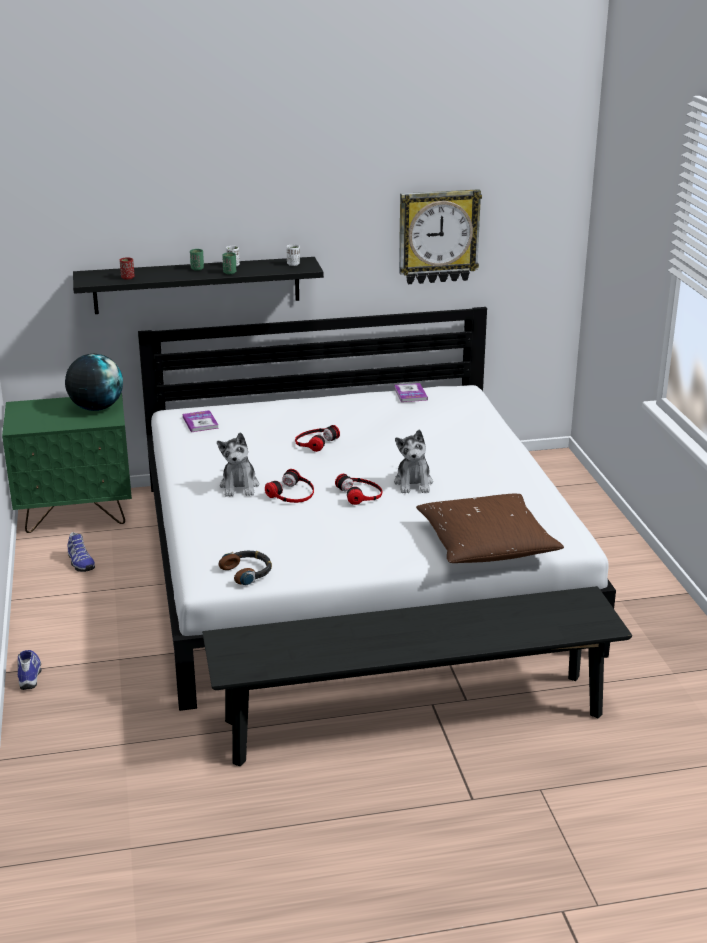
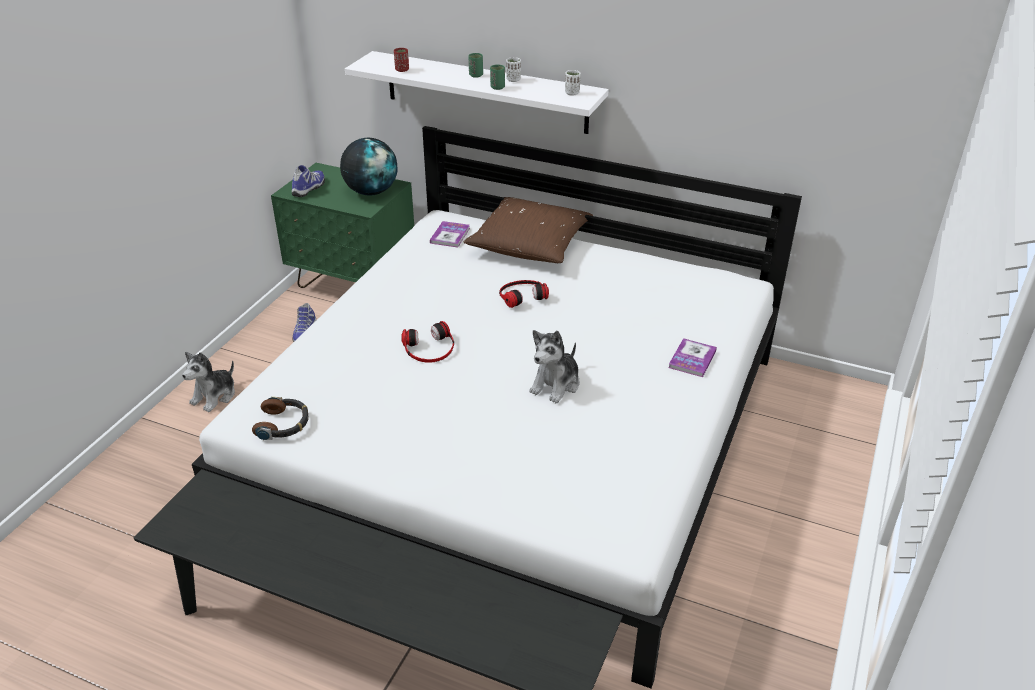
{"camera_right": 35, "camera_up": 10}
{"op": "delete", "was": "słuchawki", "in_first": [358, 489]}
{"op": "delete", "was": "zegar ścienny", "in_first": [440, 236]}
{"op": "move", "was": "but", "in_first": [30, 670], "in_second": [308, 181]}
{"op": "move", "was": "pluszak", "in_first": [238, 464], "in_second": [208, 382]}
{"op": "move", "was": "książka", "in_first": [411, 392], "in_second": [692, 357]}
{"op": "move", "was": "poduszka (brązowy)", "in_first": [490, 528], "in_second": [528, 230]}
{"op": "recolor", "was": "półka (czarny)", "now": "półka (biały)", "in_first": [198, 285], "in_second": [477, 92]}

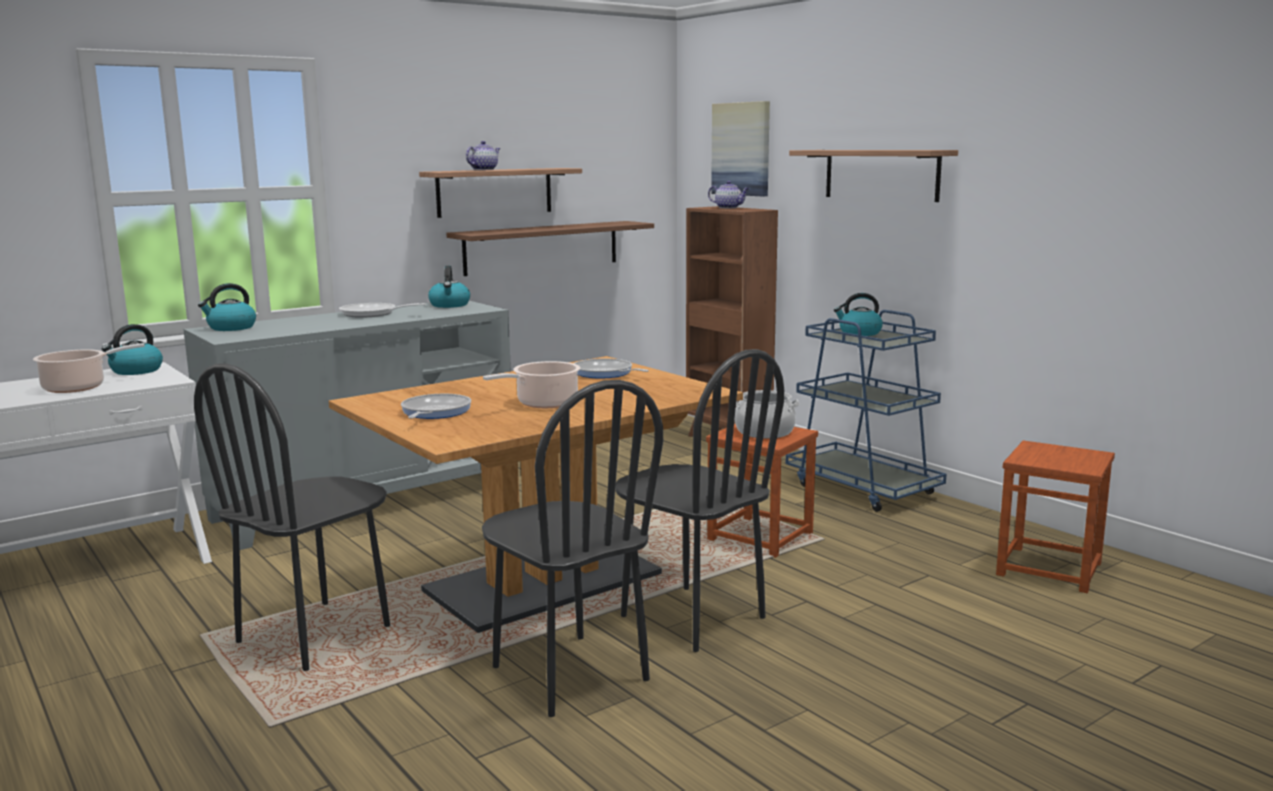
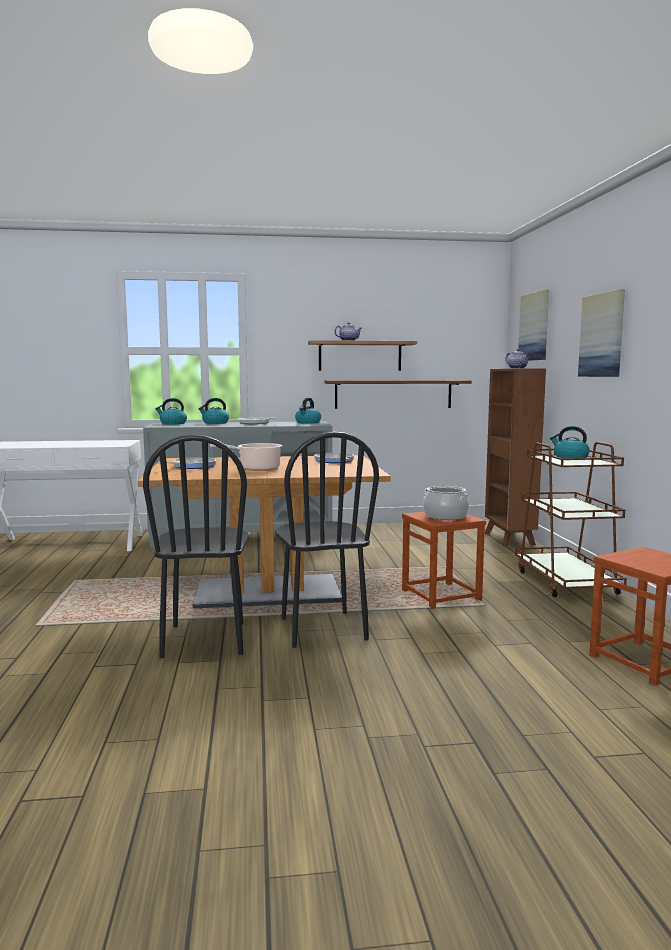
{"camera_right": 30, "camera_up": -5}
{"op": "delete", "was": "garnek", "in_first": [89, 368]}
{"op": "delete", "was": "krzesło (czarny)", "in_first": [292, 517]}
{"op": "move", "was": "czajnik", "in_first": [132, 349], "in_second": [213, 411]}
{"op": "replace", "was": "półka", "now": "obraz", "in_first": [873, 176], "in_second": [601, 333]}
{"op": "recolor", "was": "wózek (niebieski)", "now": "wózek (brązowy)", "in_first": [866, 411], "in_second": [571, 519]}

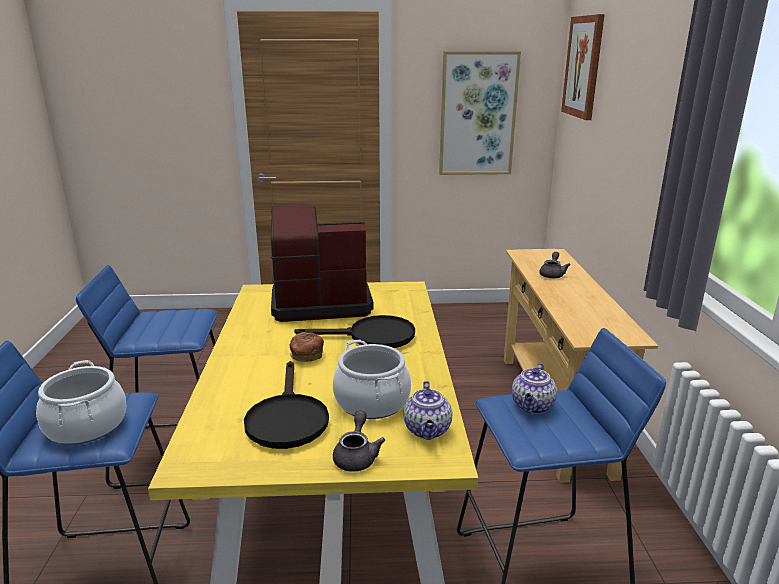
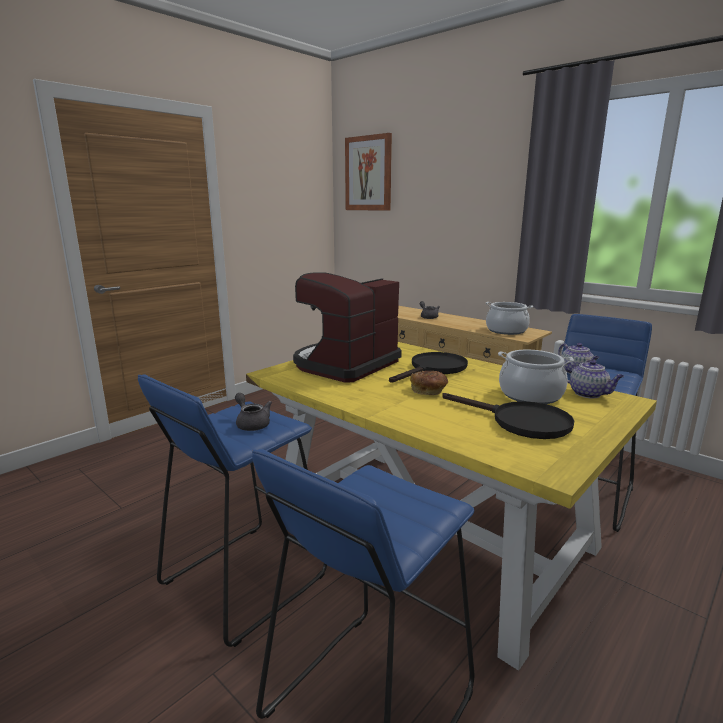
{"camera_right": -45, "camera_up": -5}
{"op": "delete", "was": "obraz", "in_first": [480, 113]}
{"op": "move", "was": "garnek", "in_first": [81, 402], "in_second": [509, 318]}
{"op": "move", "was": "imbryk (szary)", "in_first": [359, 441], "in_second": [253, 412]}

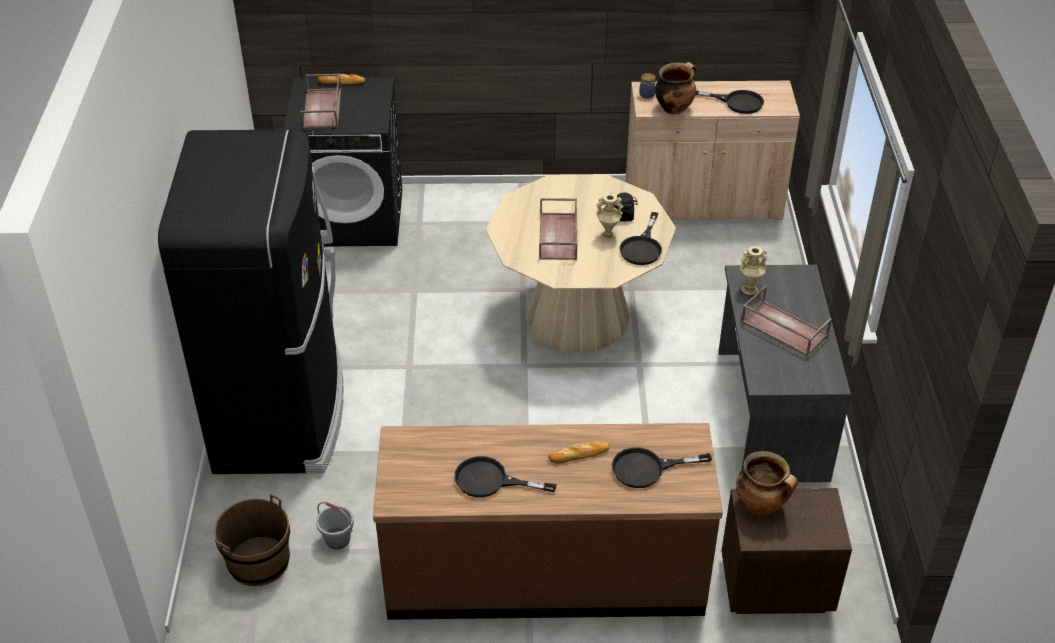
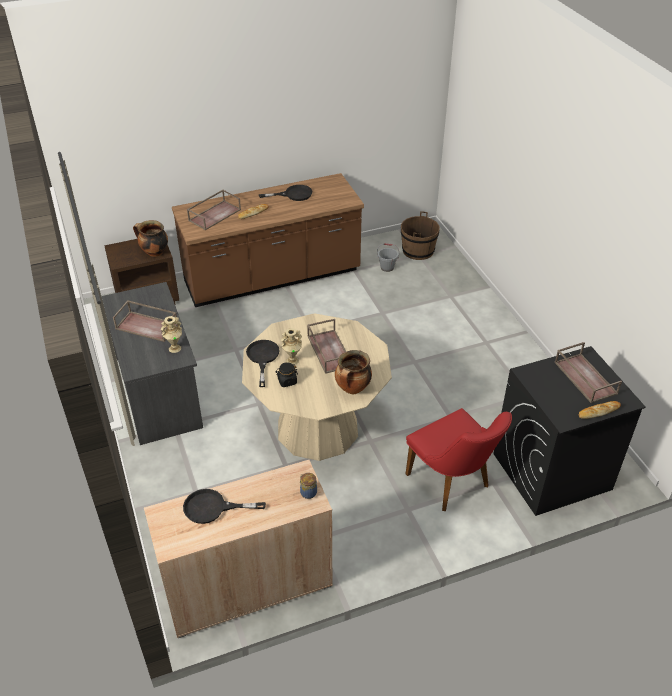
{"camera_right": 160, "camera_up": 0}
{"op": "delete", "was": "lodówka (czarny)", "in_first": [251, 301]}
{"op": "insert", "now": "krzesło (czerwony)", "in_second": [459, 459]}
{"op": "move", "was": "garnek", "in_first": [675, 88], "in_second": [353, 372]}
{"op": "replace", "was": "patelnia (czarny)", "now": "taca (brązowy)", "in_first": [662, 467], "in_second": [214, 210]}

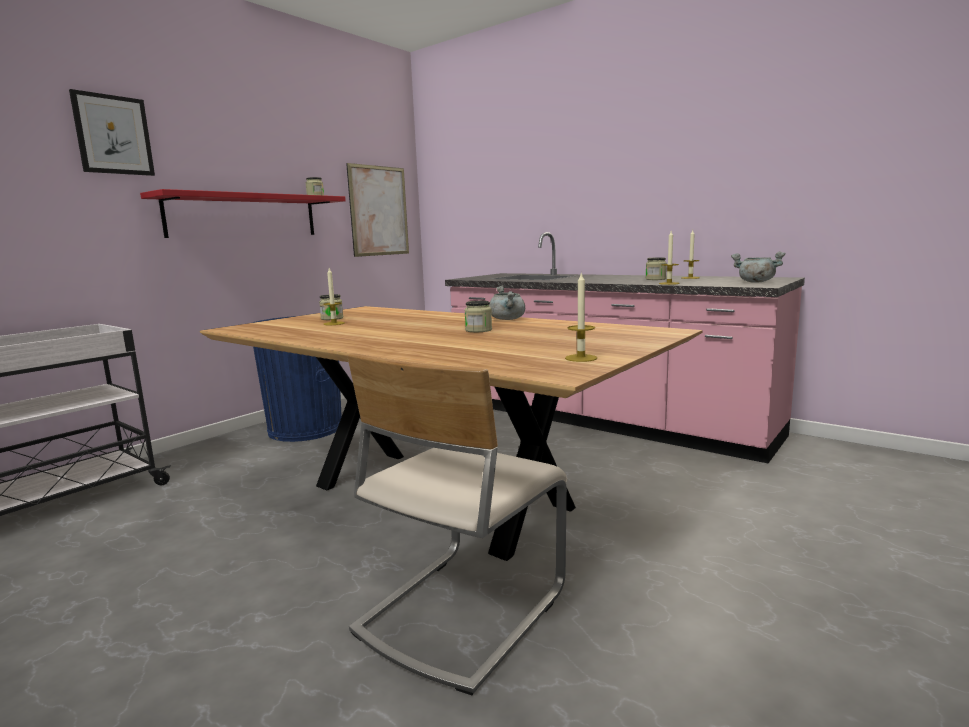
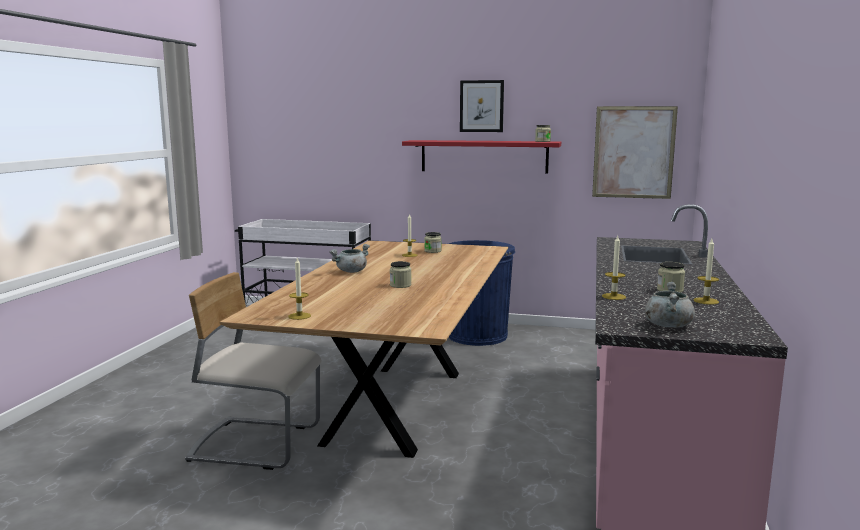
{"camera_right": 65, "camera_up": 0}
{"op": "move", "was": "obraz", "in_first": [112, 132], "in_second": [482, 106]}
{"op": "move", "was": "garnek (szary)", "in_first": [507, 303], "in_second": [349, 258]}

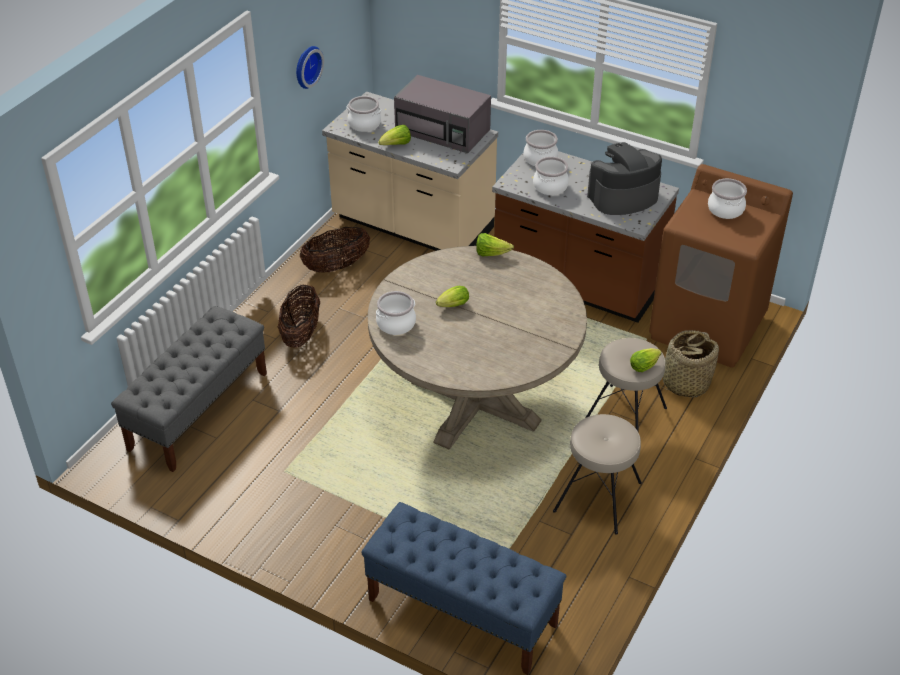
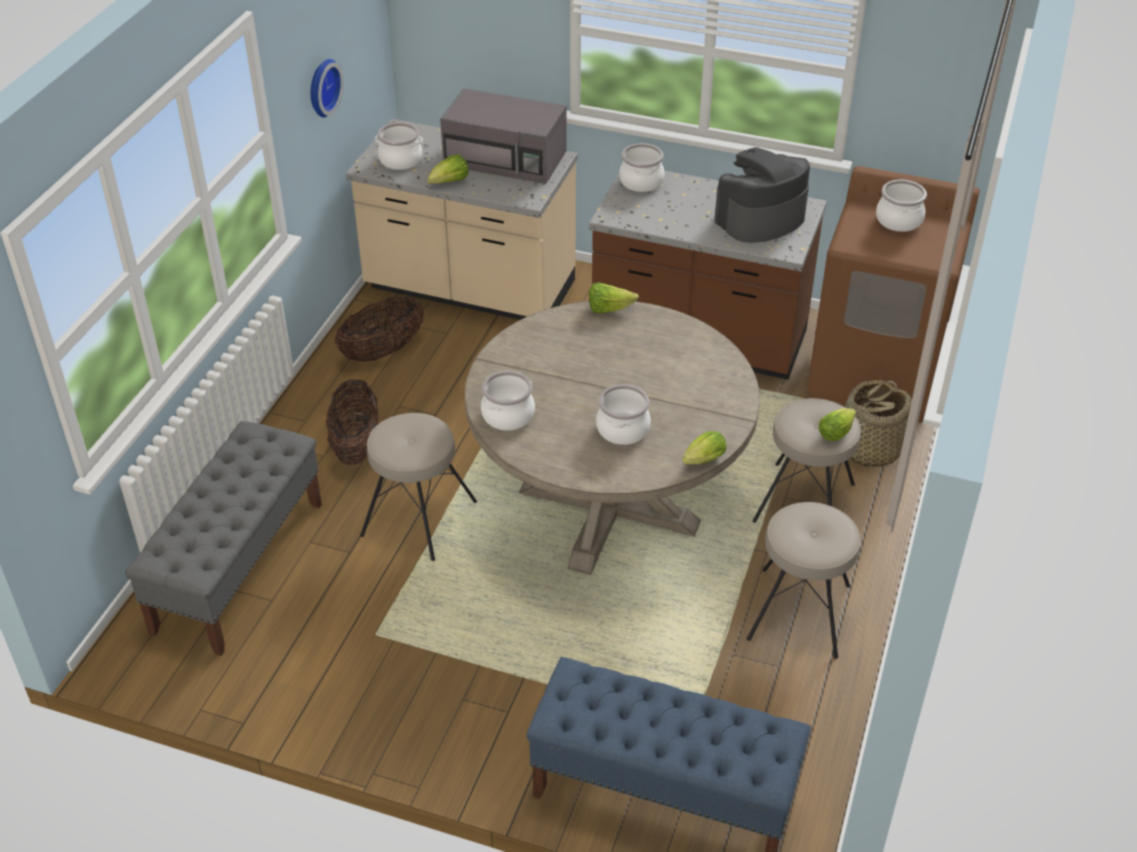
{"camera_right": -10, "camera_up": 0}
{"op": "insert", "now": "stołek (beżowy)", "in_second": [418, 487]}
{"op": "move", "was": "sałata", "in_first": [452, 296], "in_second": [704, 448]}
{"op": "move", "was": "garnek", "in_first": [551, 176], "in_second": [623, 414]}

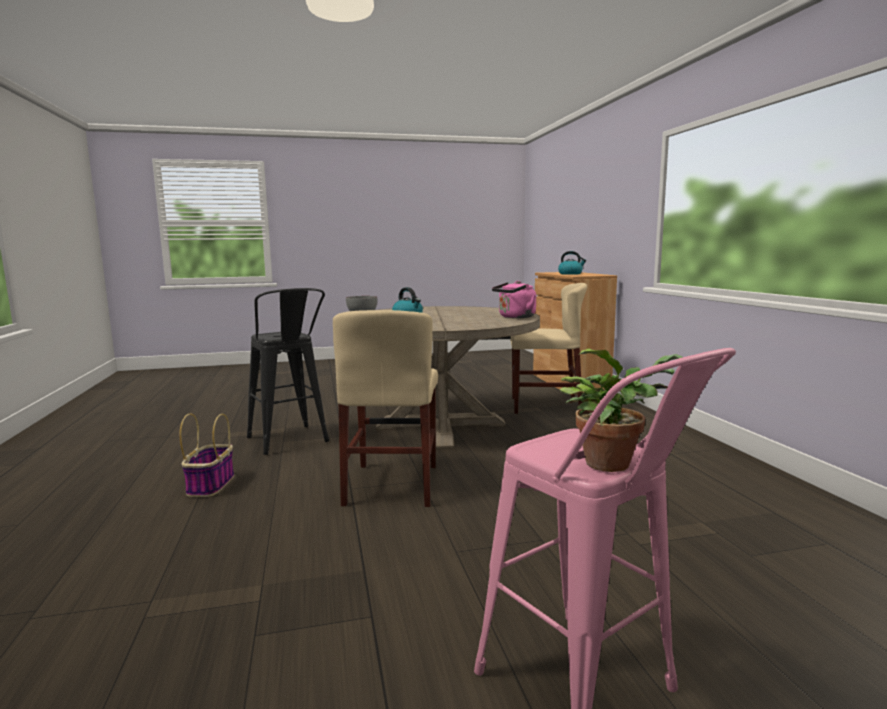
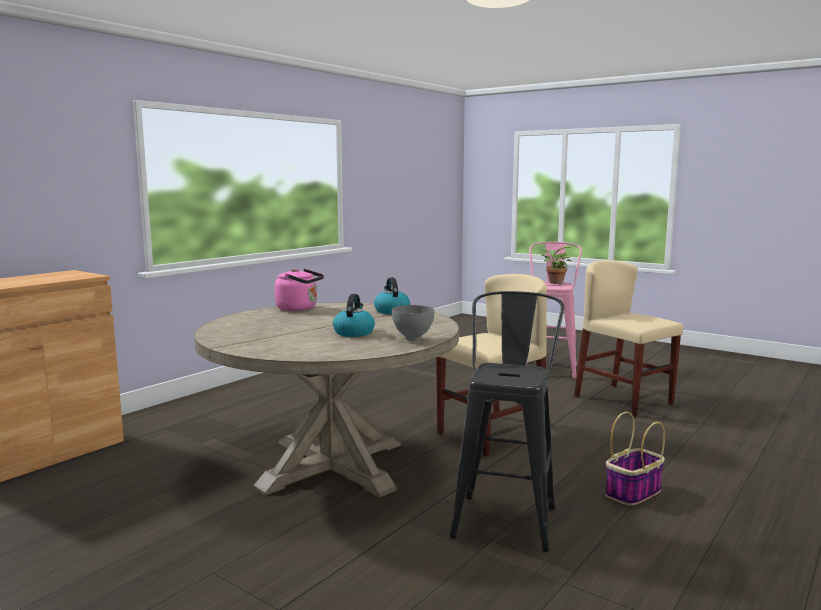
{"camera_right": -130, "camera_up": 0}
{"op": "move", "was": "krzesło (beżowy)", "in_first": [548, 348], "in_second": [628, 338]}
{"op": "move", "was": "czajnik", "in_first": [572, 263], "in_second": [392, 295]}

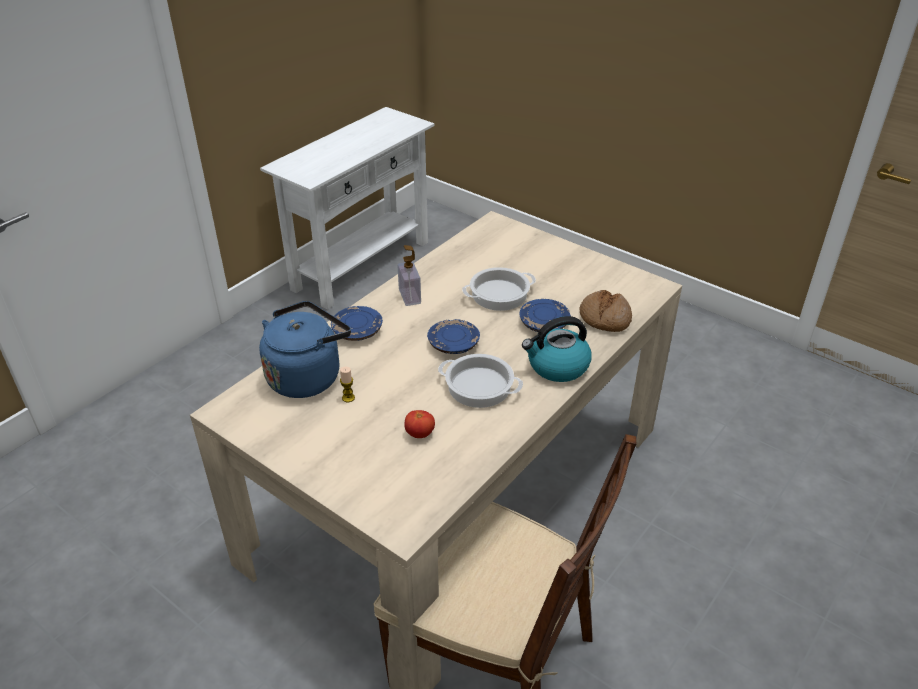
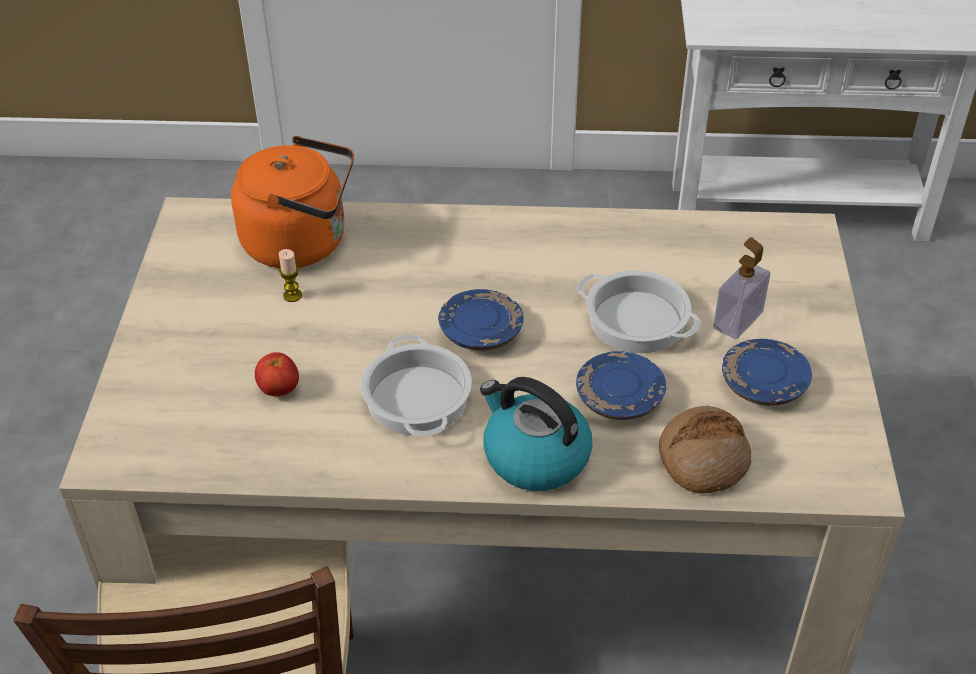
{"camera_right": 55, "camera_up": 5}
{"op": "move", "was": "talerz (niebieski)", "in_first": [357, 323], "in_second": [767, 372]}
{"op": "move", "was": "dozownik mydła", "in_first": [409, 275], "in_second": [741, 288]}
{"op": "recolor", "was": "czajnik (niebieski)", "now": "czajnik (pomarańczowy)", "in_first": [305, 349], "in_second": [292, 202]}

